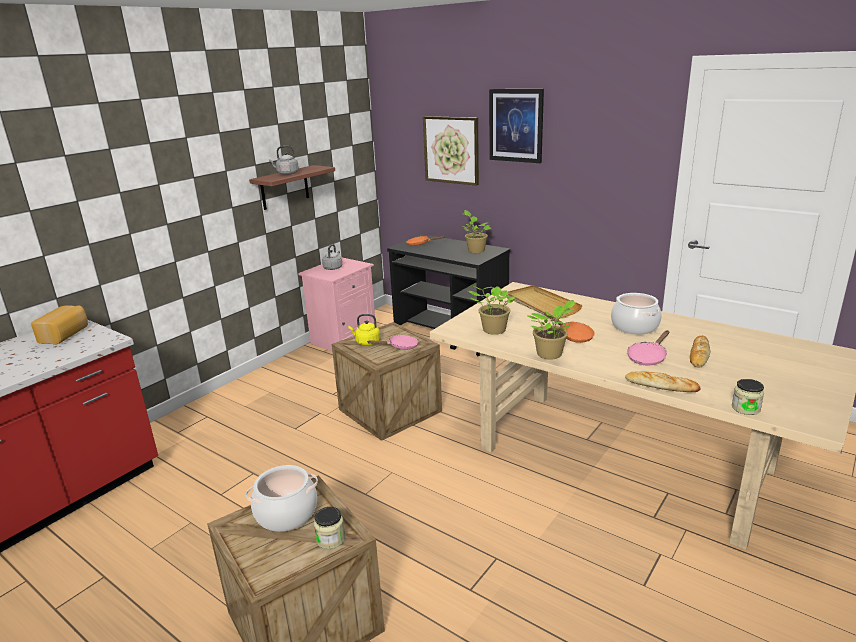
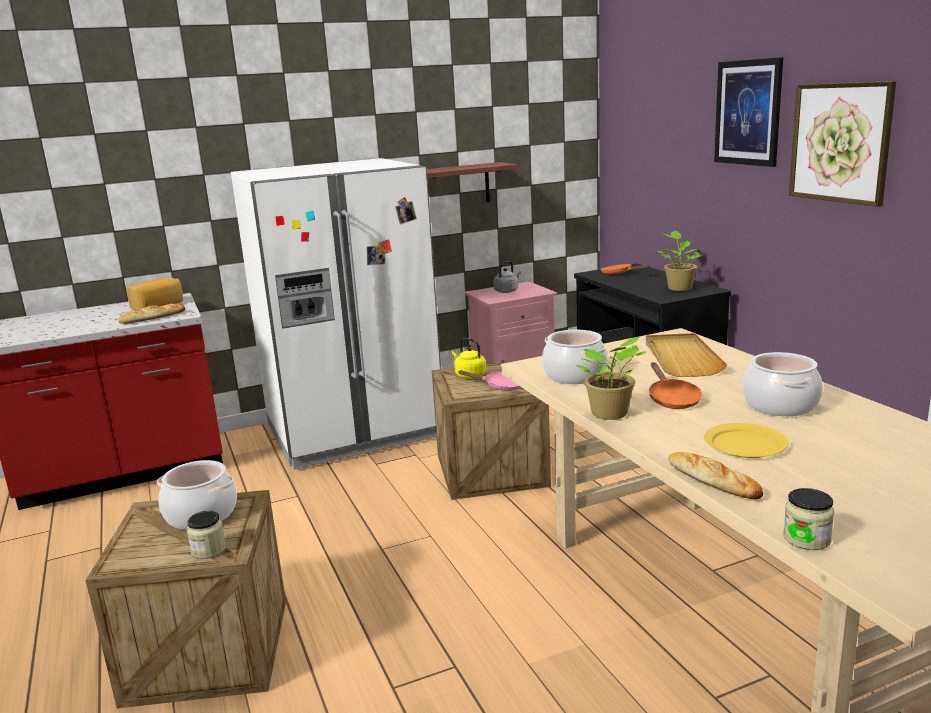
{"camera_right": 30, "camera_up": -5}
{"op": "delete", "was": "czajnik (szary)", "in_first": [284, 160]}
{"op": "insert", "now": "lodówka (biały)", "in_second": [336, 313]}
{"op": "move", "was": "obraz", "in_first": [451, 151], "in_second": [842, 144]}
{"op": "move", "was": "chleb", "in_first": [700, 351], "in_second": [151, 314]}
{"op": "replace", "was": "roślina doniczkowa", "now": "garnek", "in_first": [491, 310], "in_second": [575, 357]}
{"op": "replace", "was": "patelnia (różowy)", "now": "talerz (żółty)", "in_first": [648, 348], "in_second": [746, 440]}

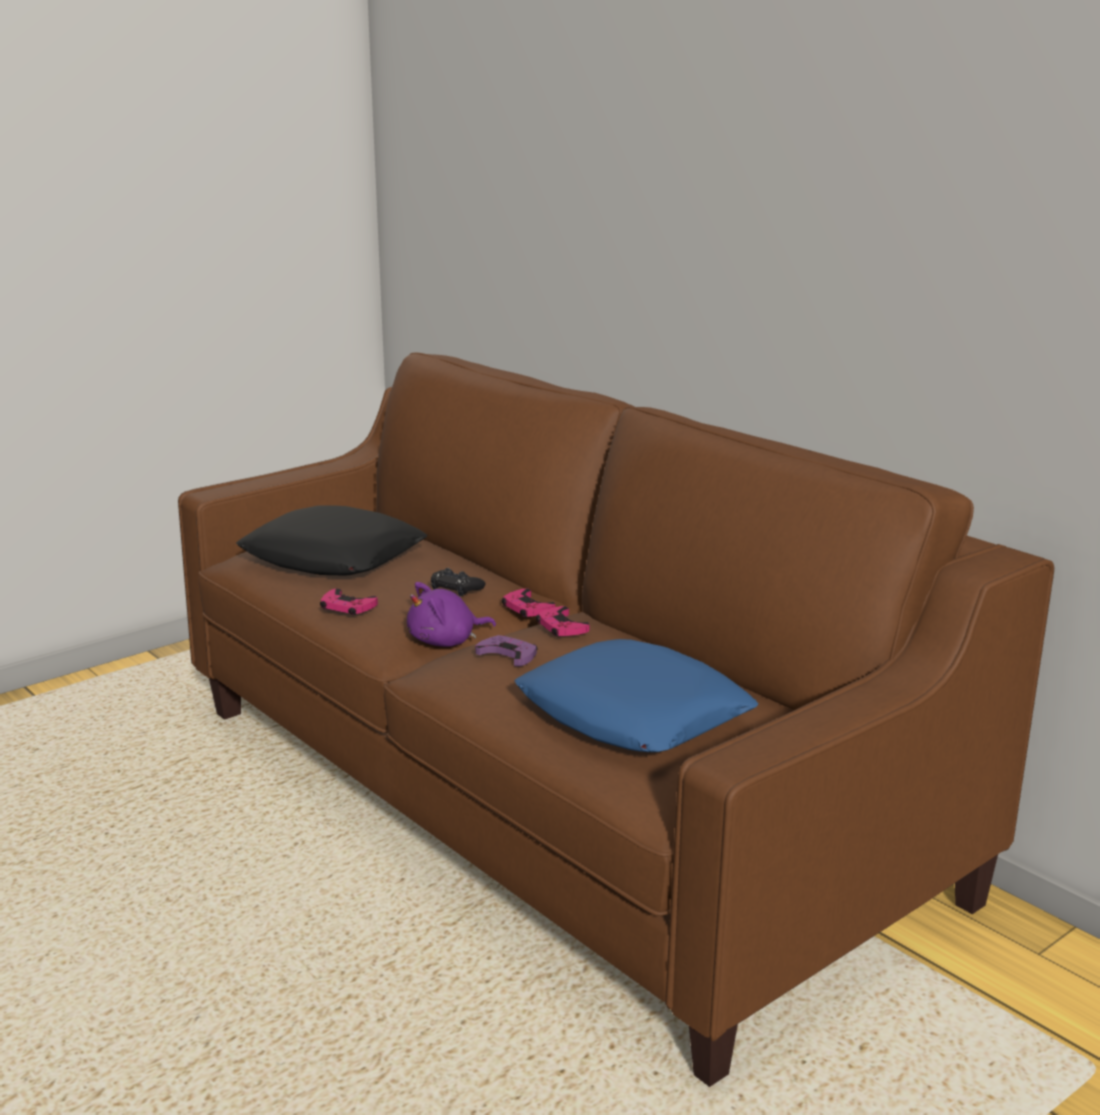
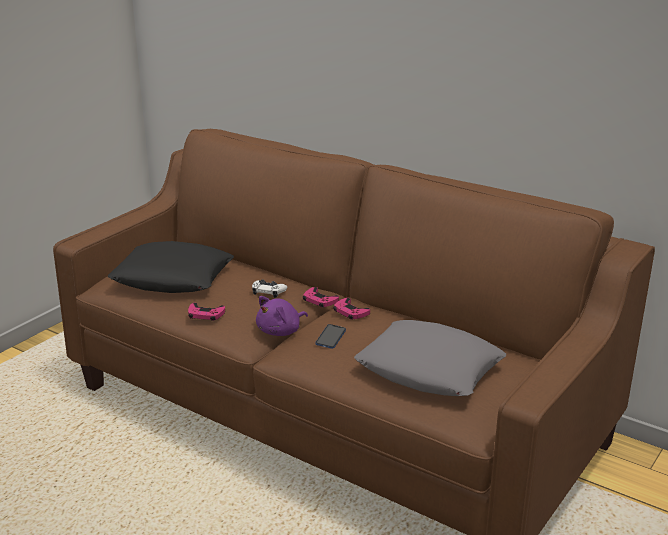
{"camera_right": -15, "camera_up": 5}
{"op": "replace", "was": "pad do gier (fioletowy)", "now": "telefon", "in_first": [506, 650], "in_second": [330, 336]}
{"op": "recolor", "was": "pad do gier (czarny)", "now": "pad do gier (biały)", "in_first": [458, 582], "in_second": [269, 288]}
{"op": "recolor", "was": "poduszka (niebieski)", "now": "poduszka (szary)", "in_first": [636, 695], "in_second": [430, 358]}

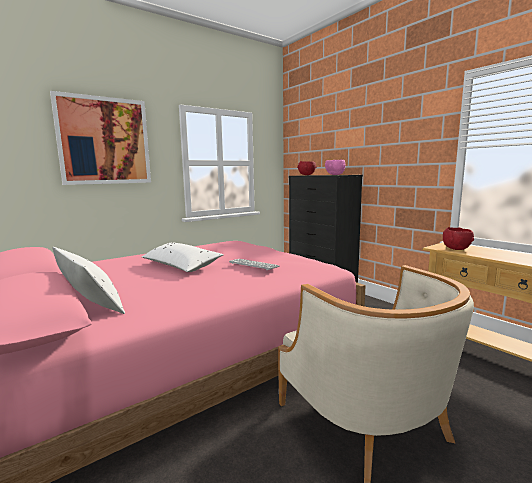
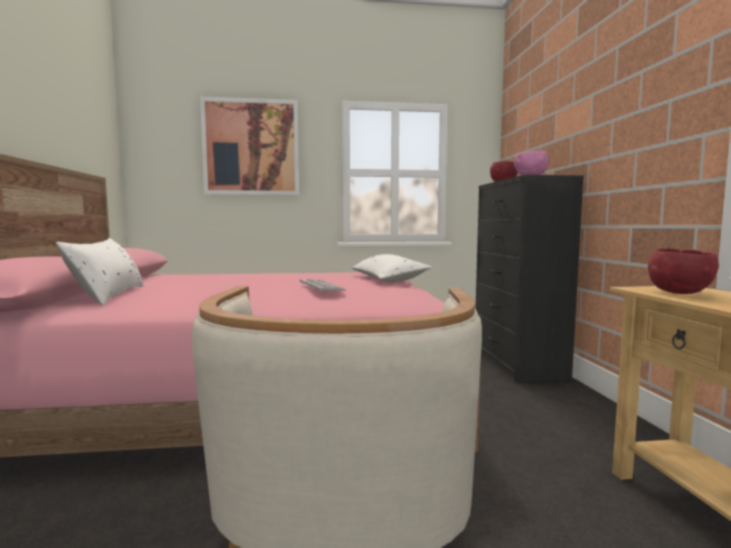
{"camera_right": 30, "camera_up": -5}
{"op": "move", "was": "poduszka (biały)", "in_first": [183, 257], "in_second": [392, 268]}

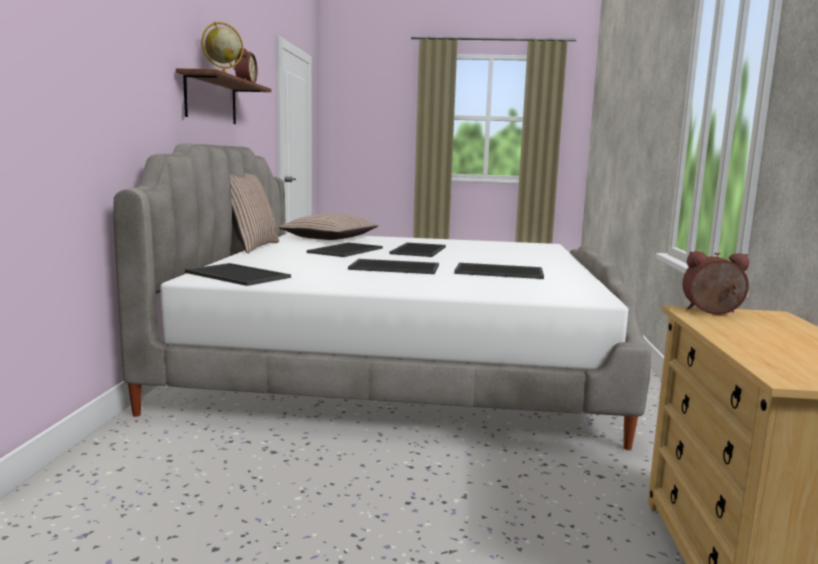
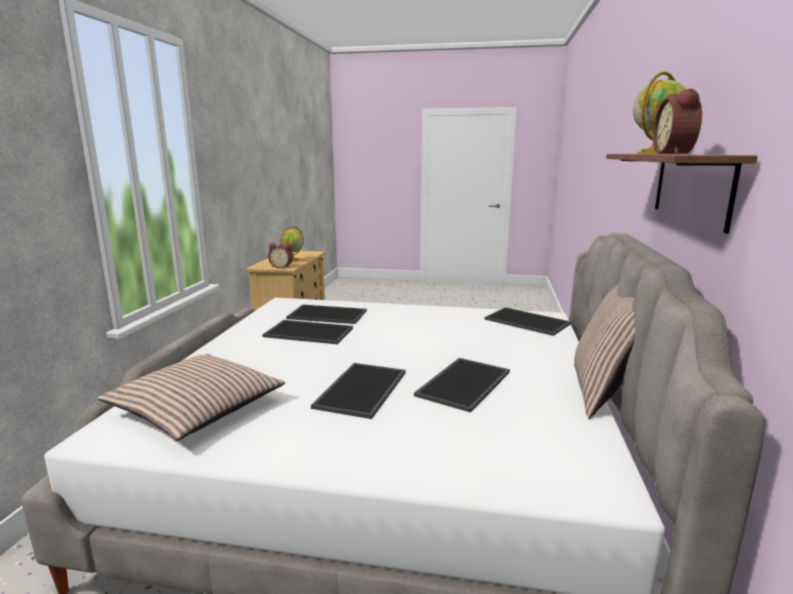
{"camera_right": -175, "camera_up": 5}
{"op": "insert", "now": "globus", "in_second": [292, 244]}
{"op": "move", "was": "poduszka", "in_first": [329, 227], "in_second": [191, 397]}
{"op": "move", "was": "taca", "in_first": [393, 266], "in_second": [326, 314]}

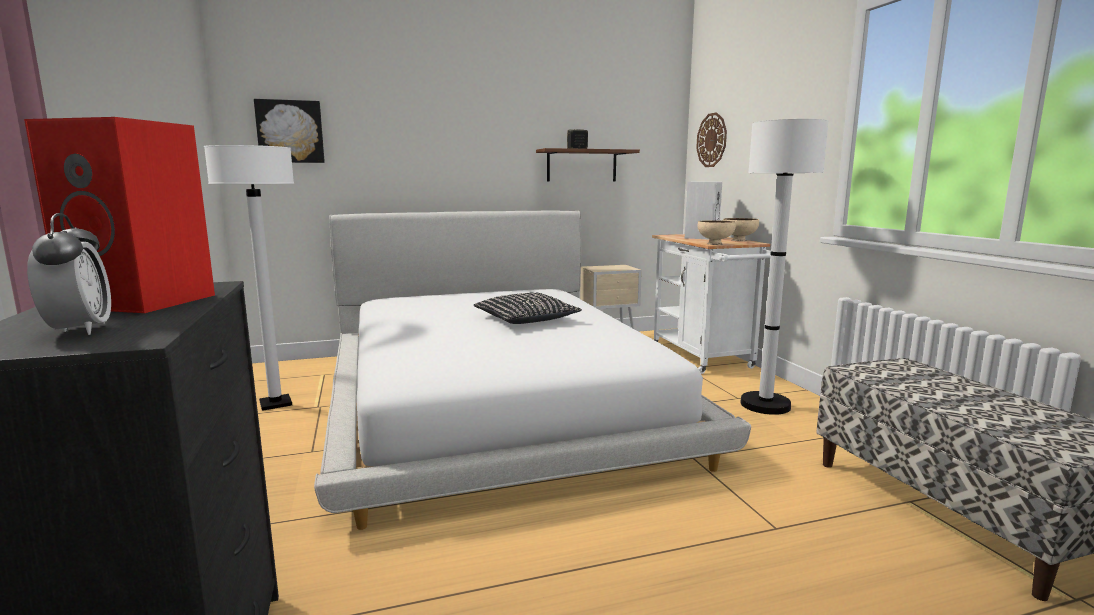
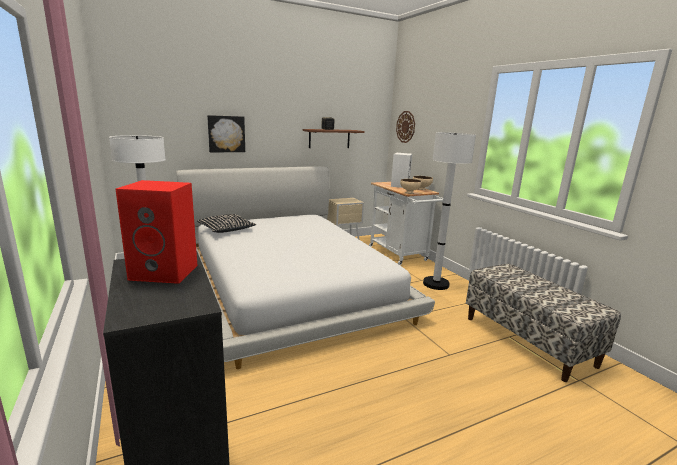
{"camera_right": -10, "camera_up": 5}
{"op": "delete", "was": "budzik", "in_first": [69, 274]}
{"op": "move", "was": "obraz", "in_first": [289, 131], "in_second": [226, 133]}
{"op": "move", "was": "poduszka (czarny)", "in_first": [527, 308], "in_second": [226, 223]}

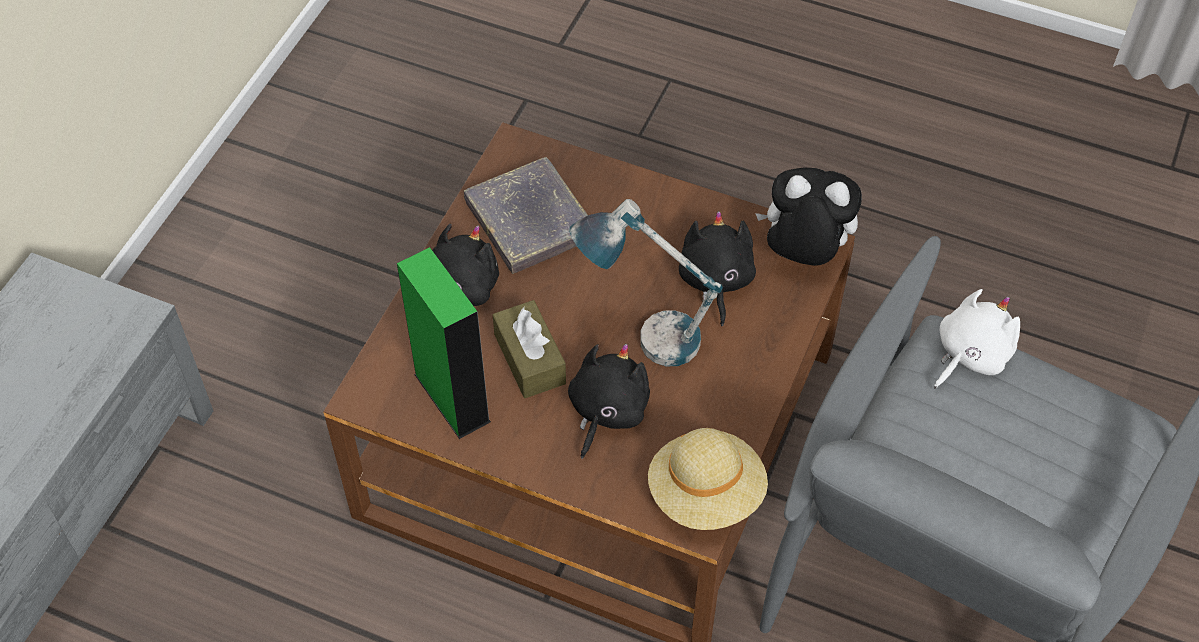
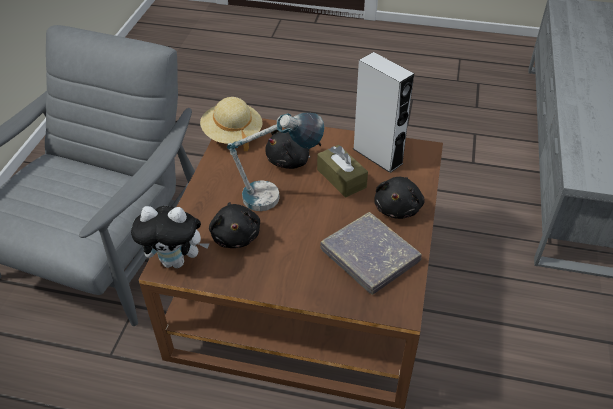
{"camera_right": 170, "camera_up": -10}
{"op": "delete", "was": "pluszak (biały)", "in_first": [977, 338]}
{"op": "recolor", "was": "głośnik (zielony)", "now": "głośnik (szary)", "in_first": [444, 343], "in_second": [383, 112]}
{"op": "rotate", "was": "pluszak (czarny)", "in_first": [609, 401], "in_second": [293, 149], "clockwise": 45}

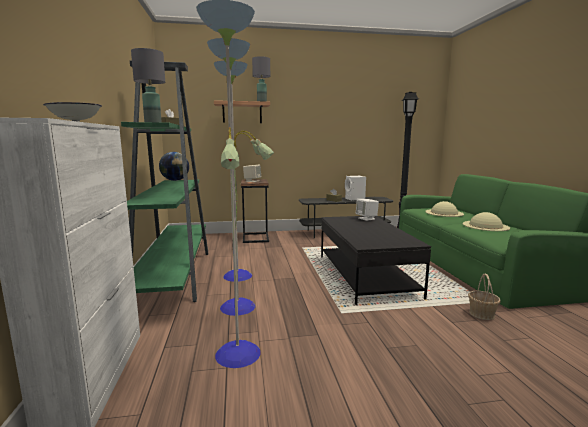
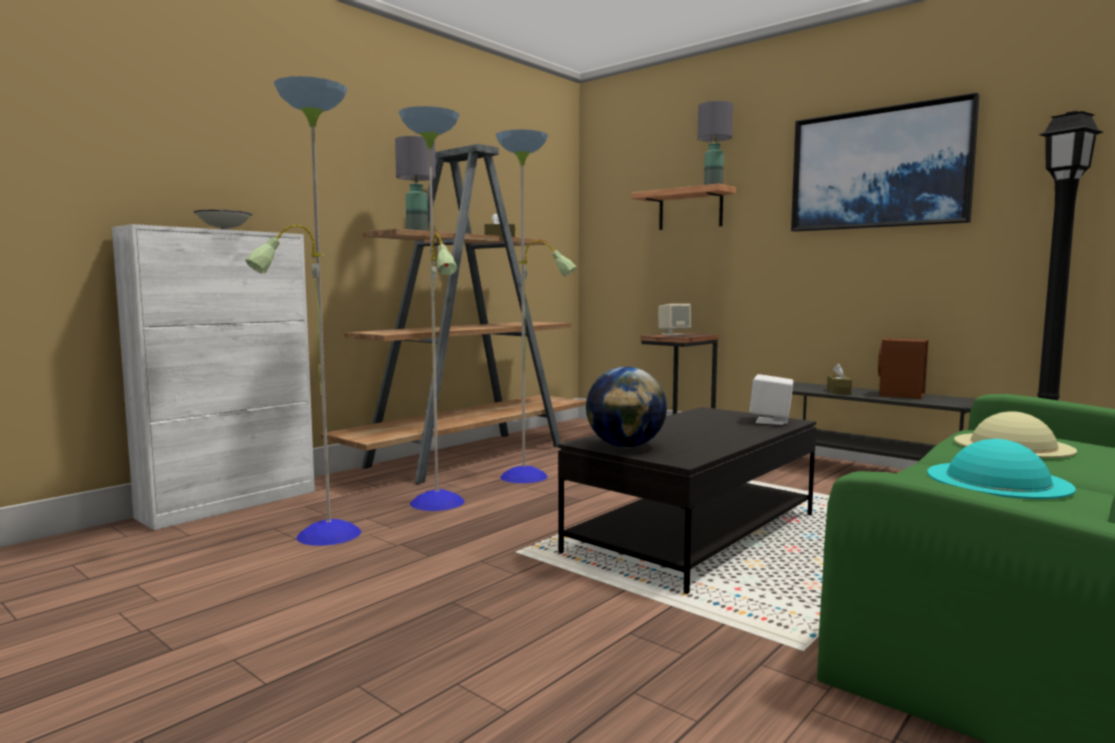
{"camera_right": 50, "camera_up": -5}
{"op": "delete", "was": "koszyk", "in_first": [484, 296]}
{"op": "insert", "now": "obraz", "in_second": [885, 162]}
{"op": "move", "was": "globus", "in_first": [174, 166], "in_second": [626, 407]}
{"op": "recolor", "was": "regał (zielony)", "now": "regał (brązowy)", "in_first": [165, 181], "in_second": [453, 314]}
{"op": "recolor", "was": "głośnik (biały)", "now": "głośnik (brązowy)", "in_first": [355, 188], "in_second": [903, 368]}
{"op": "recolor", "was": "kapelusz (beżowy)", "now": "kapelusz (turkusowy)", "in_first": [486, 221], "in_second": [1001, 469]}

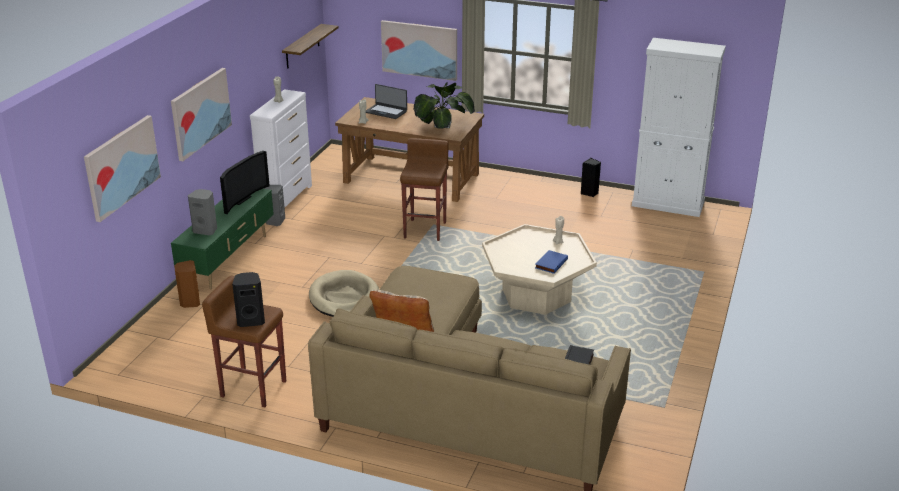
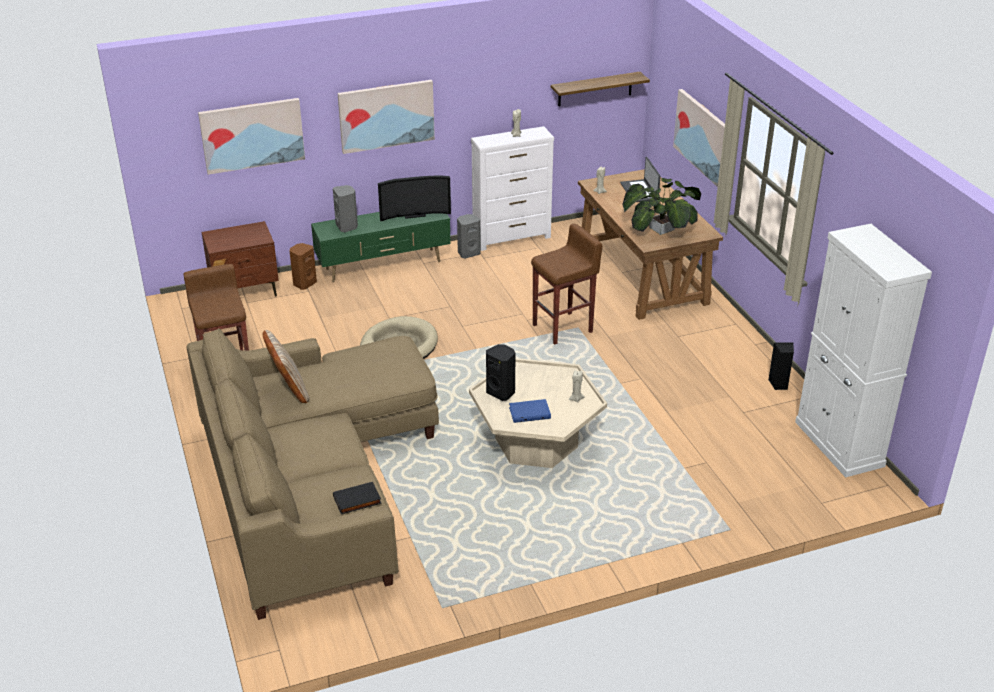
{"camera_right": 50, "camera_up": 5}
{"op": "insert", "now": "szafka nocna (brązowy)", "in_second": [240, 258]}
{"op": "move", "was": "głośnik (czarny)", "in_first": [248, 299], "in_second": [501, 372]}

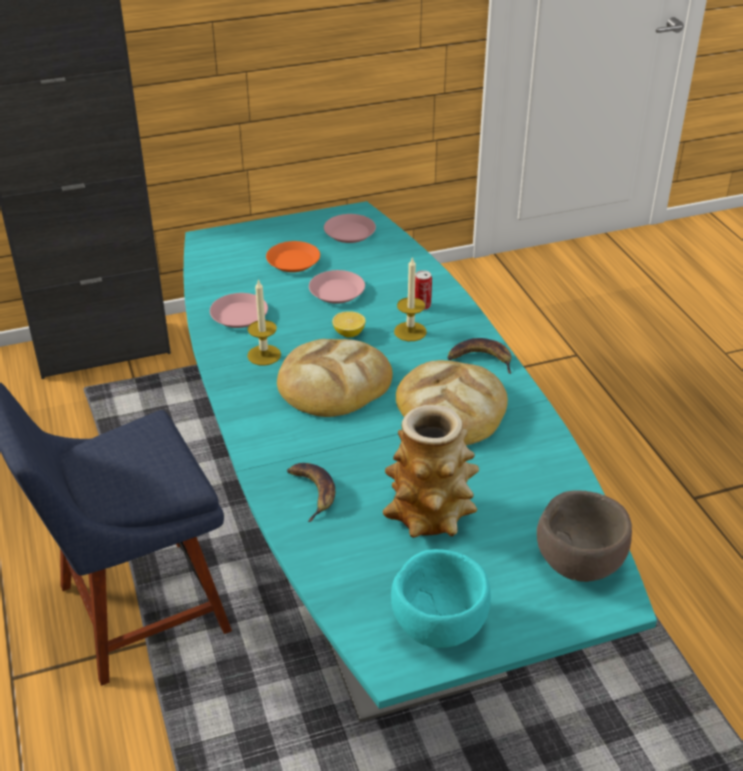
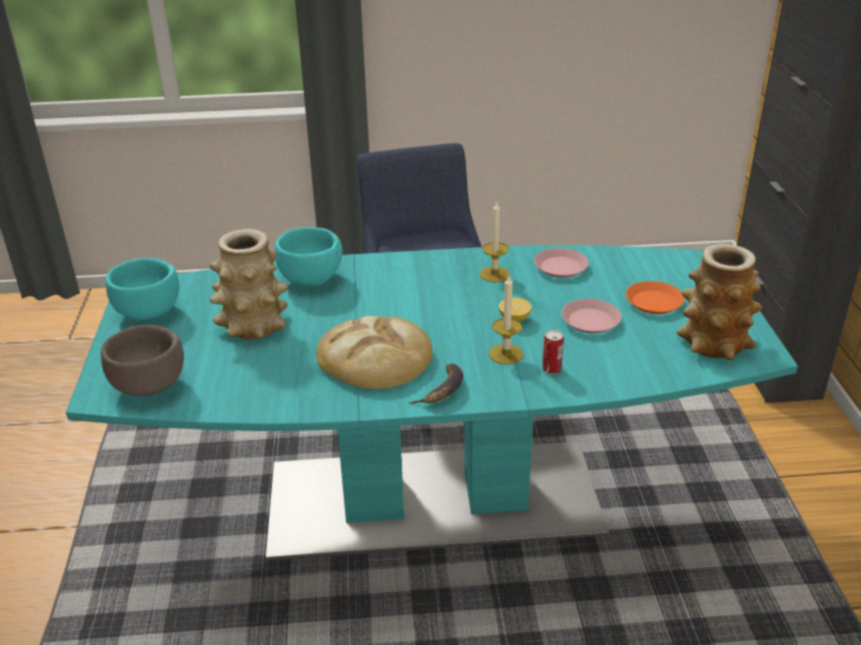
{"camera_right": 105, "camera_up": -5}
{"op": "delete", "was": "chleb", "in_first": [335, 378]}
{"op": "replace", "was": "banan", "now": "miska (turkusowy)", "in_first": [311, 492], "in_second": [309, 256]}
{"op": "replace", "was": "talerz (różowy)", "now": "wazon", "in_first": [350, 228], "in_second": [720, 302]}

